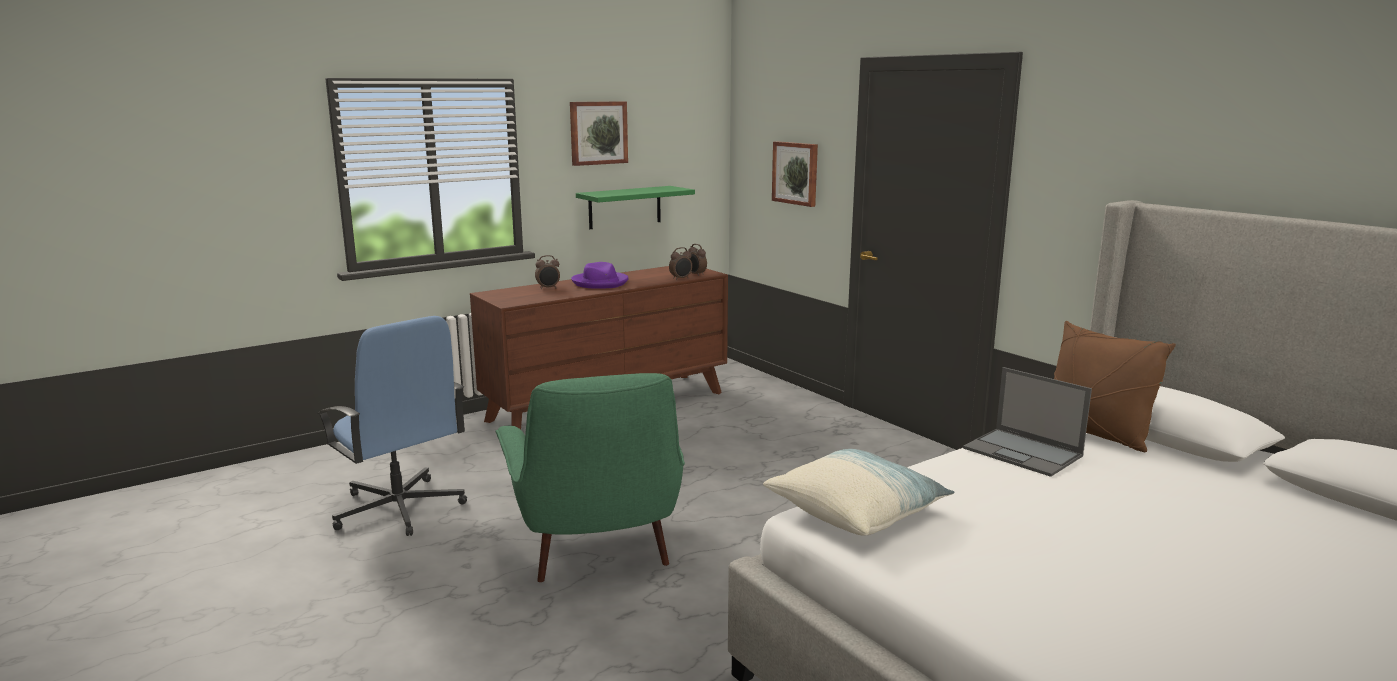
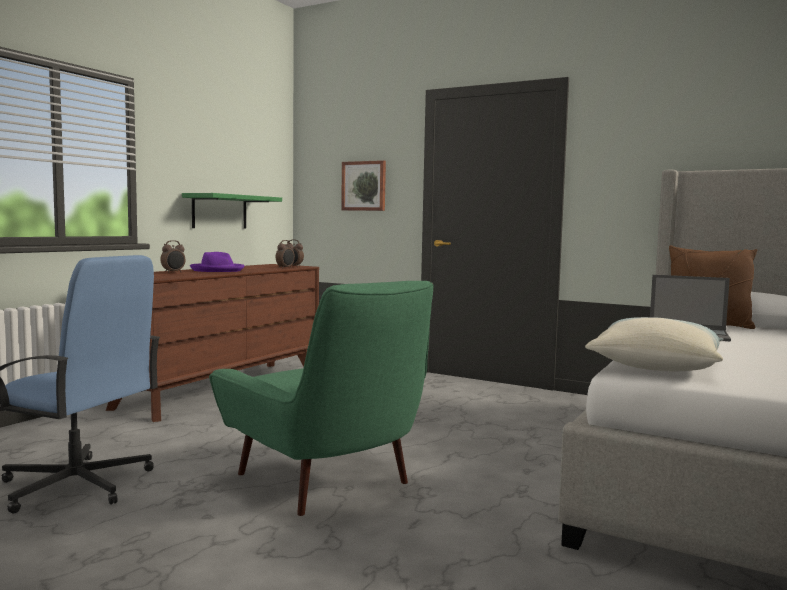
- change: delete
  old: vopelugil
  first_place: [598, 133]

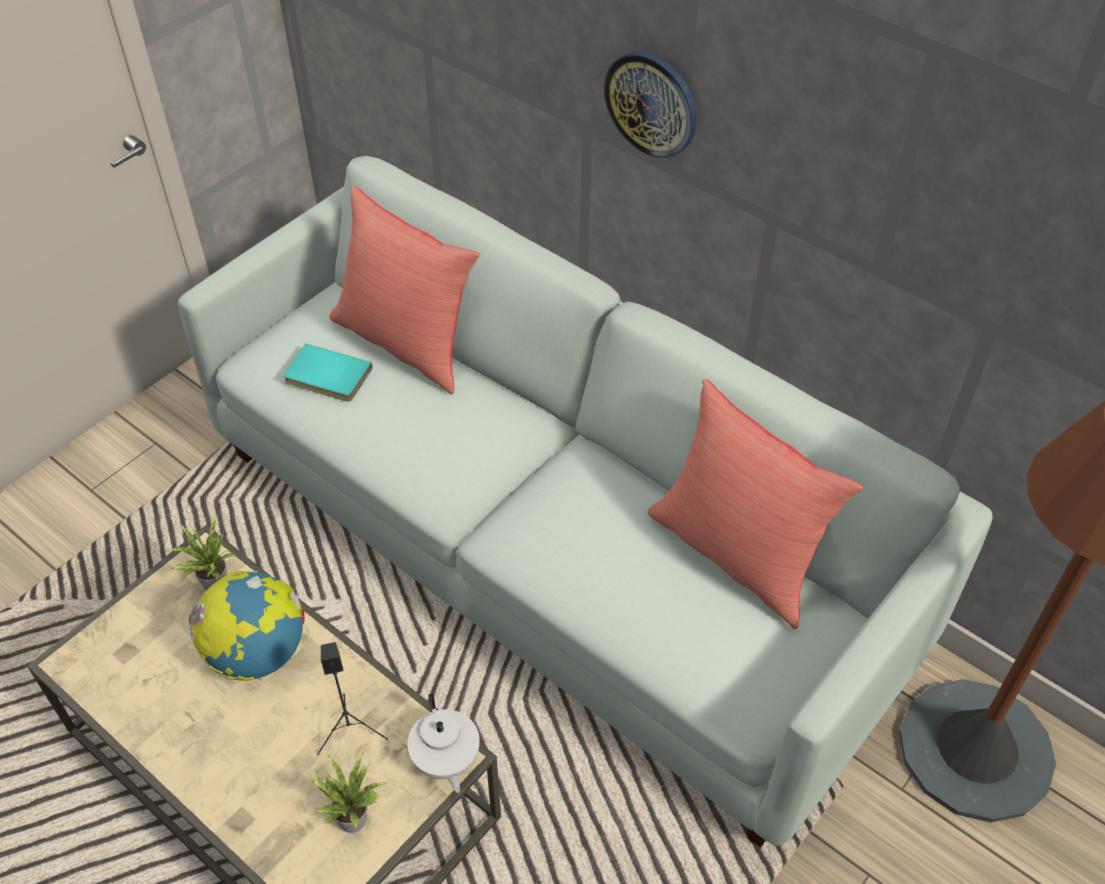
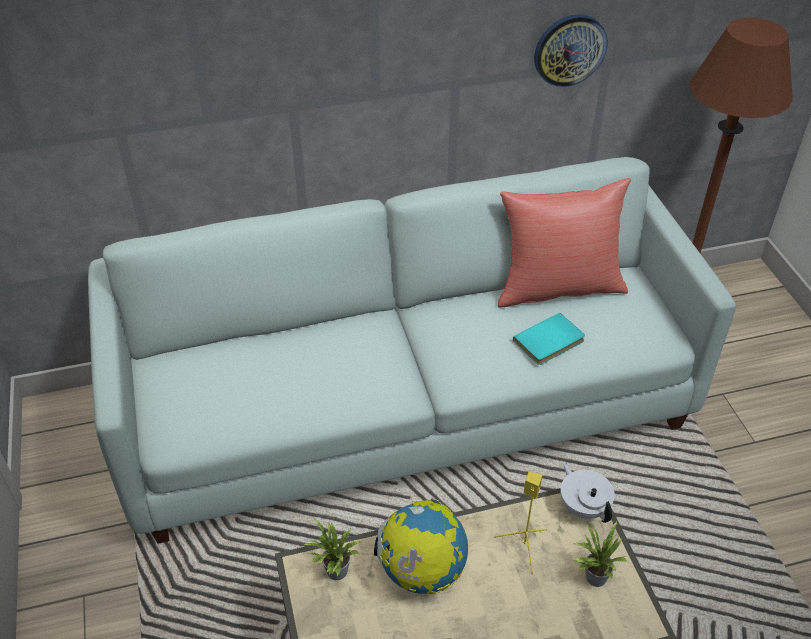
- change: recolor
  old: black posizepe
  new: yellow posizepe
  first_place: [350, 728]
  second_place: [524, 546]
- change: move
  old: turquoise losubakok
  first_place: [327, 377]
  second_place: [550, 342]
- change: move
  old: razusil
  first_place: [652, 103]
  second_place: [569, 50]
- change: rotate
  old: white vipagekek
  first_place: [445, 760]
  second_place: [583, 506]
  degrees: -135
- change: delete
  old: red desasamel
  first_place: [406, 342]

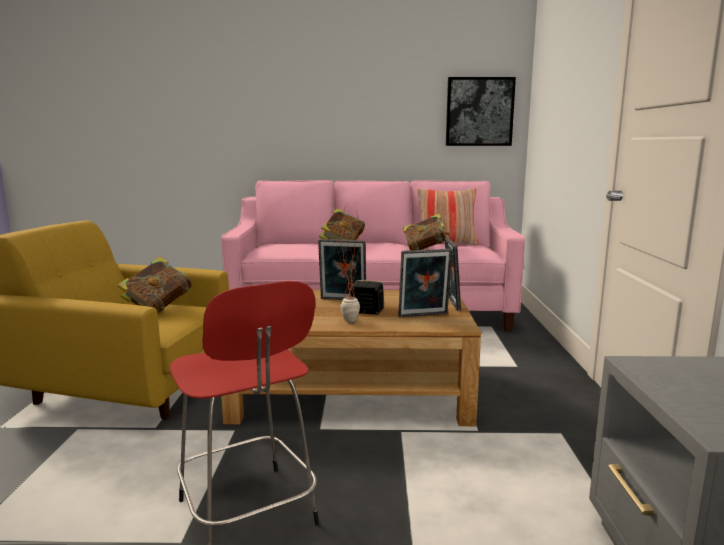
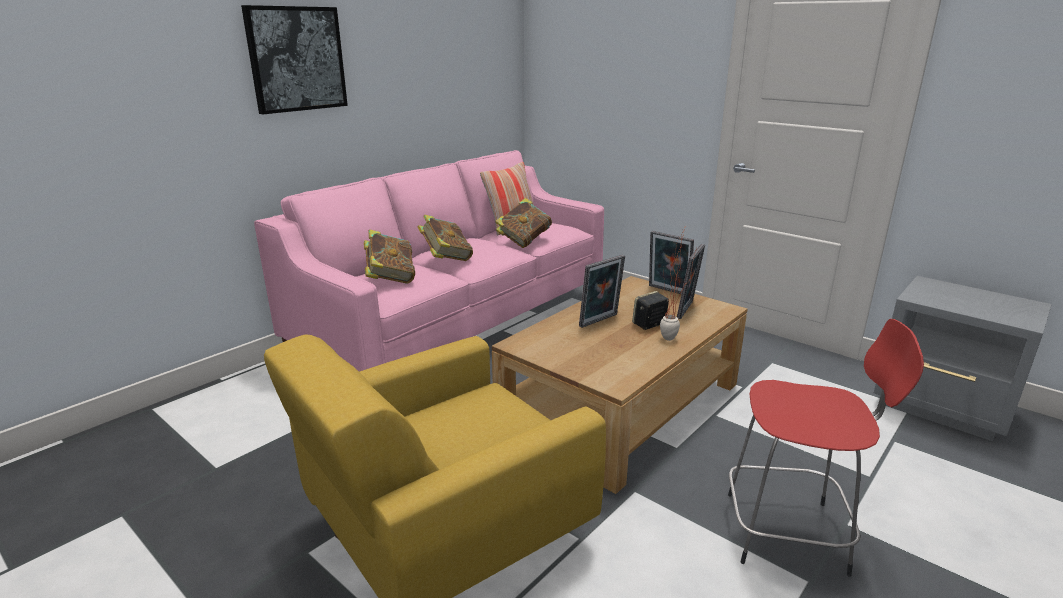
- change: move
  old: vopelugil
  first_place: [479, 112]
  second_place: [296, 59]
- change: move
  old: losubakok
  first_place: [158, 308]
  second_place: [390, 278]

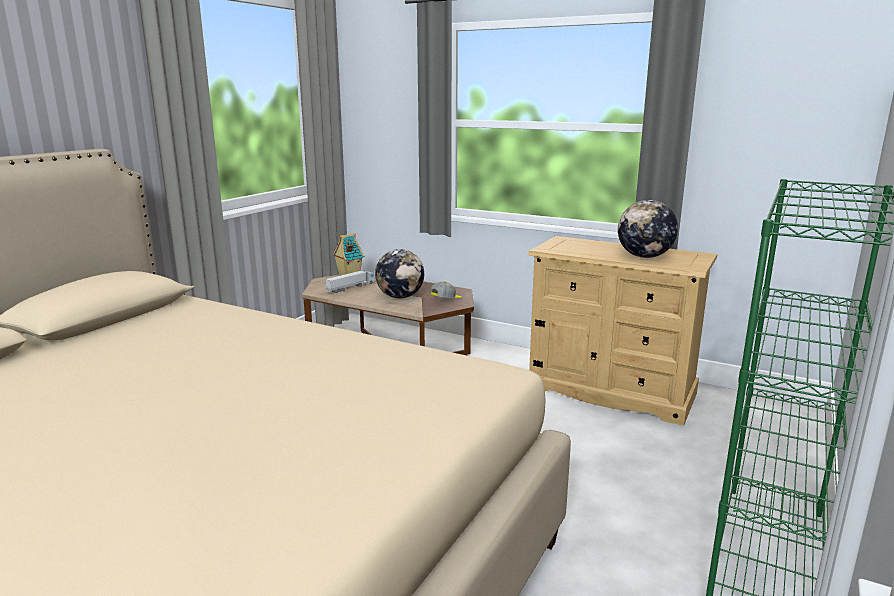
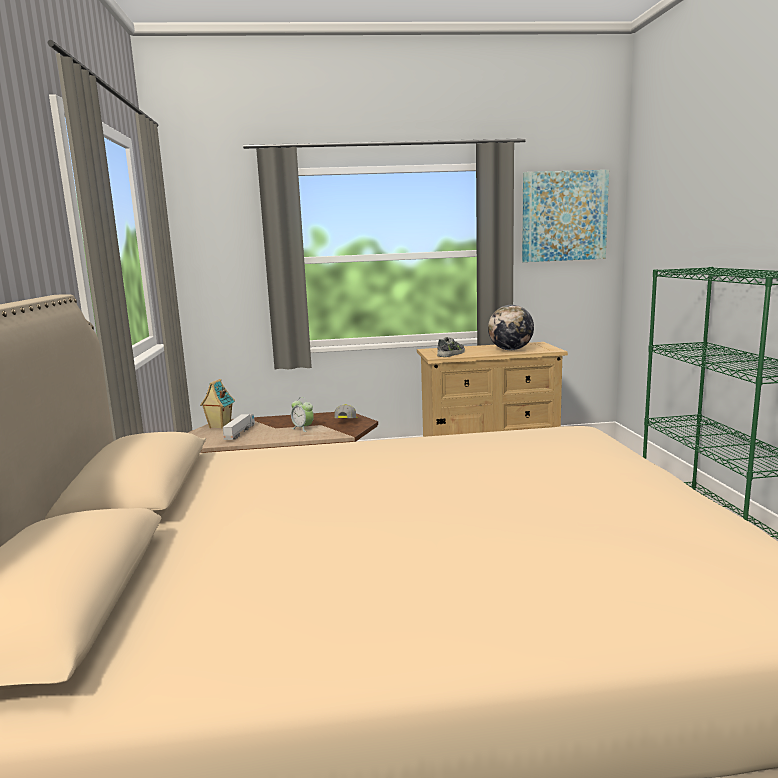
- change: replace
  old: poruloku
  new: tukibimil
  first_place: [400, 297]
  second_place: [303, 428]
- change: insert
  new: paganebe
  second_place: [451, 354]
- change: insert
  new: vopelugil
  second_place: [564, 216]

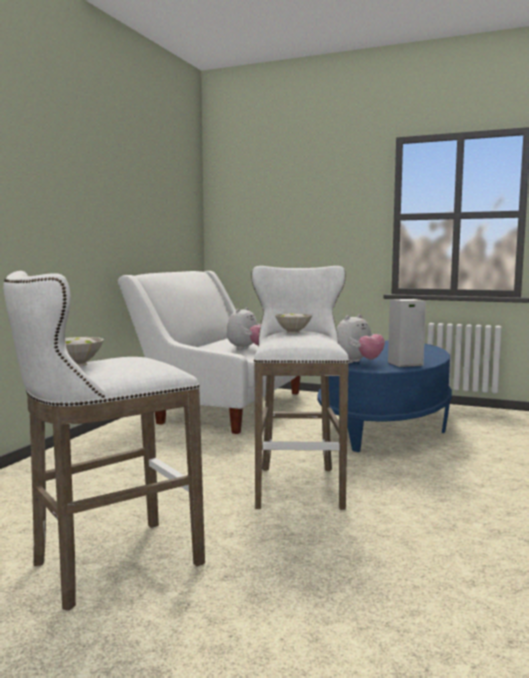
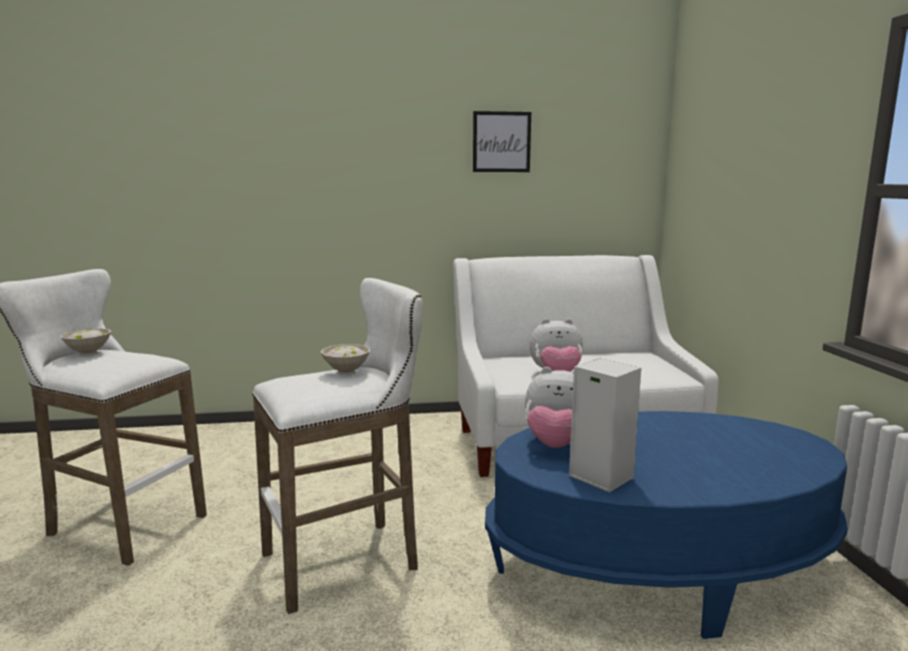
- change: insert
  new: vopelugil
  second_place: [501, 142]

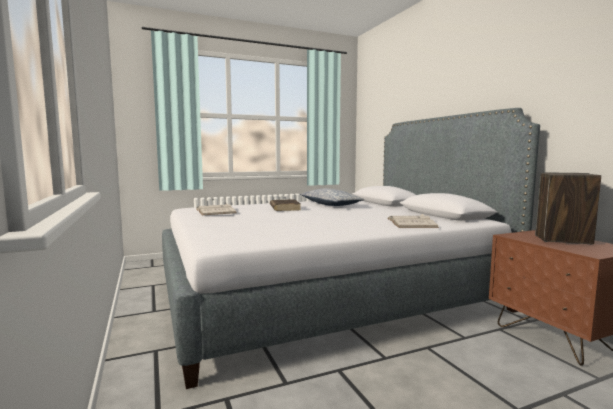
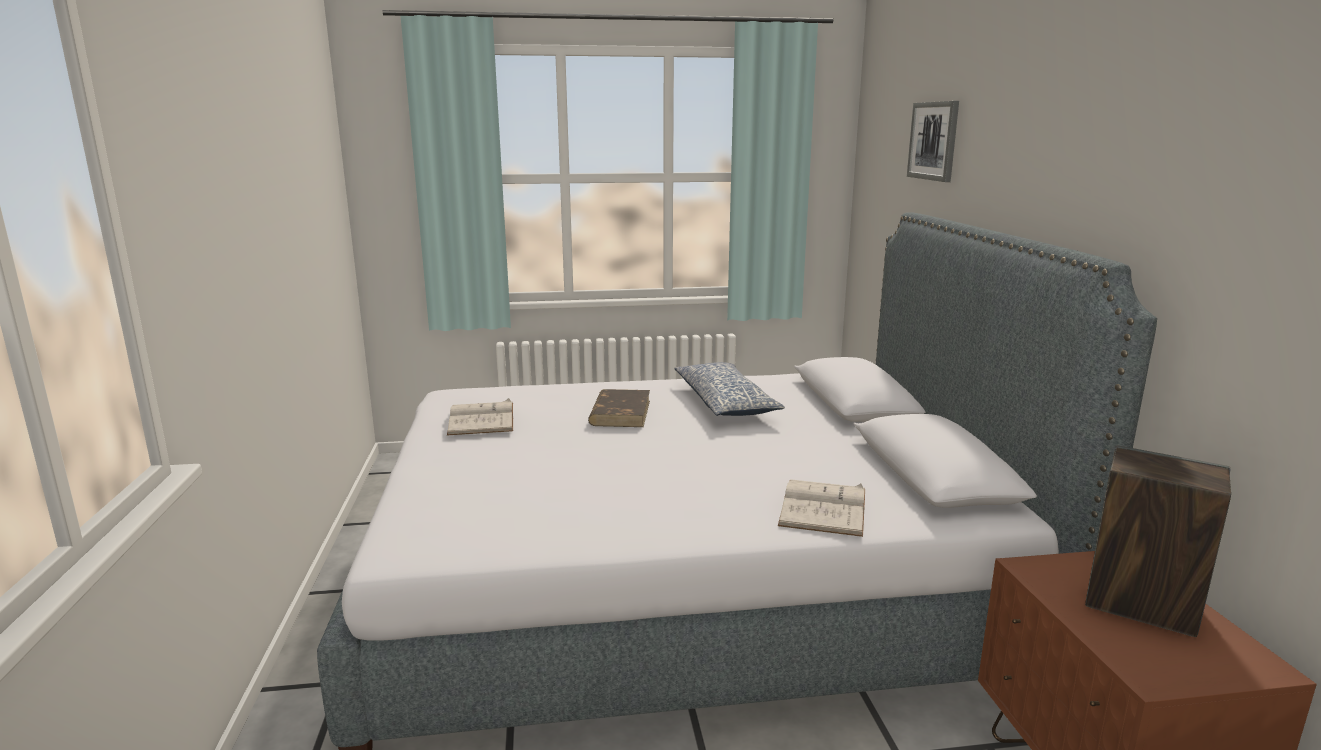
- change: insert
  new: vopelugil
  second_place: [934, 141]

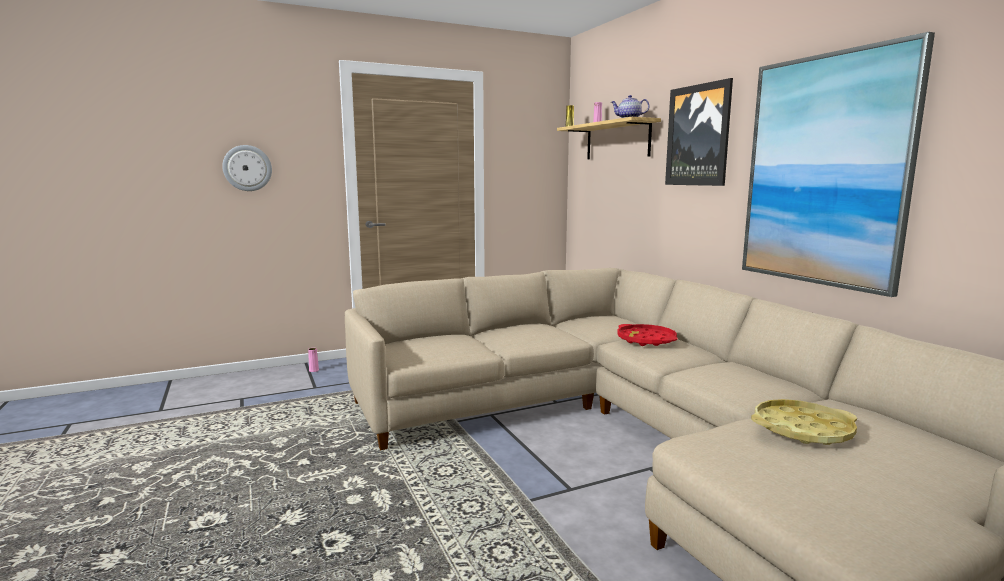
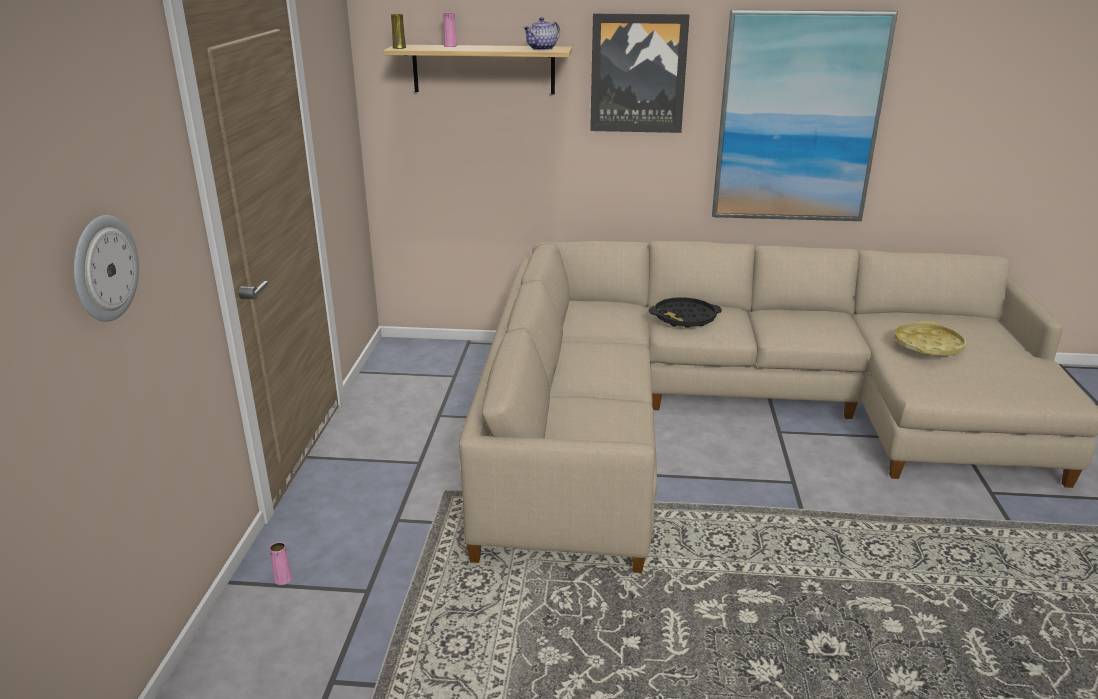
- change: recolor
  old: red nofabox
  new: black nofabox
  first_place: [646, 340]
  second_place: [684, 318]

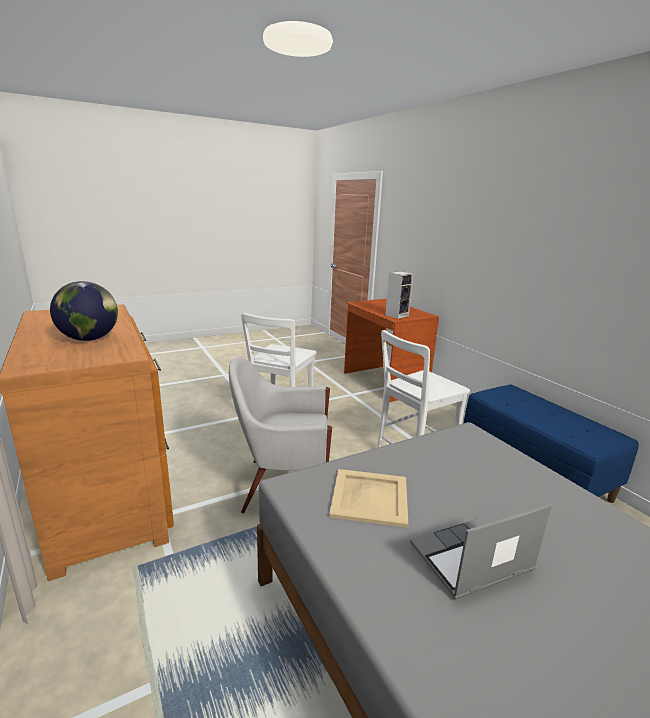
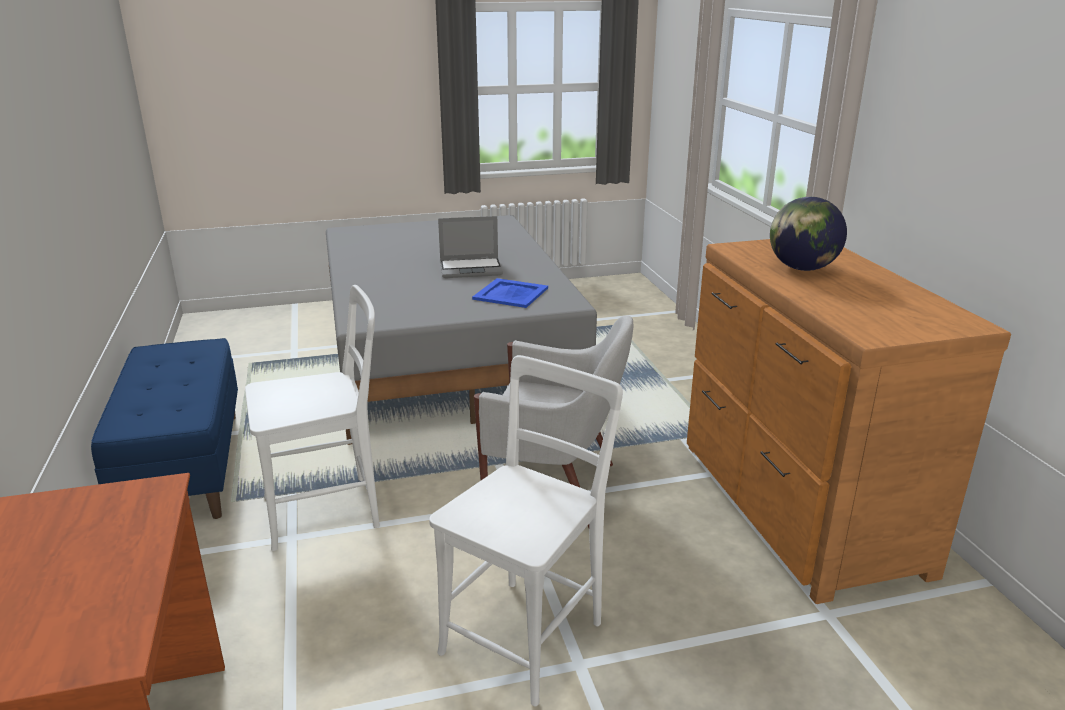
- change: recolor
  old: beige nofabox
  new: blue nofabox
  first_place: [369, 497]
  second_place: [511, 293]
- change: delete
  old: posizepe
  first_place: [397, 315]

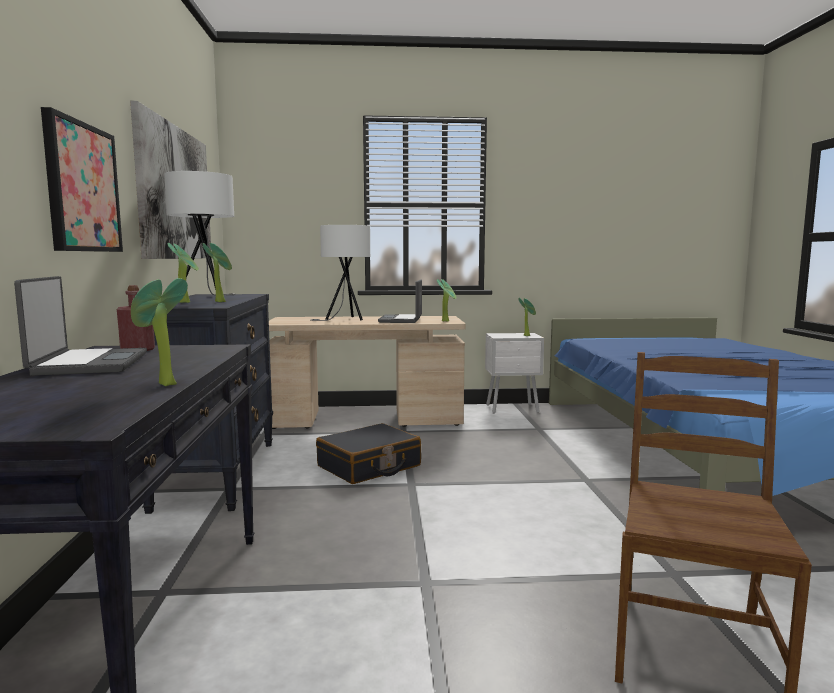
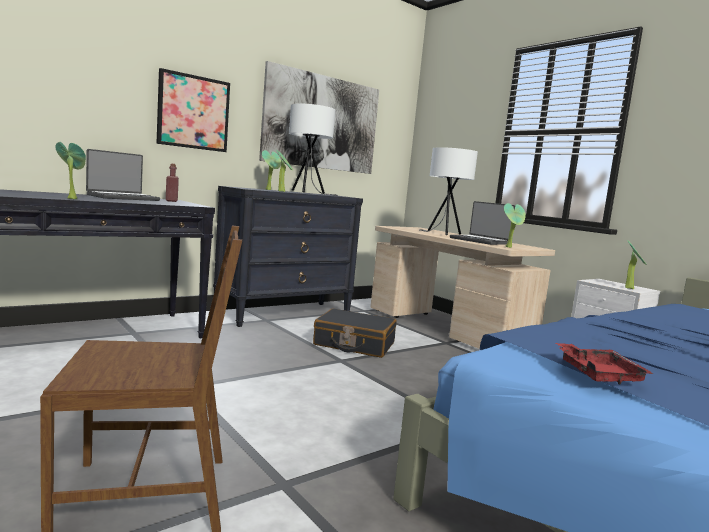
- change: rotate
  old: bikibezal
  first_place: [402, 320]
  second_place: [480, 241]
  degrees: -105
- change: insert
  new: red nofabox
  second_place: [597, 374]

